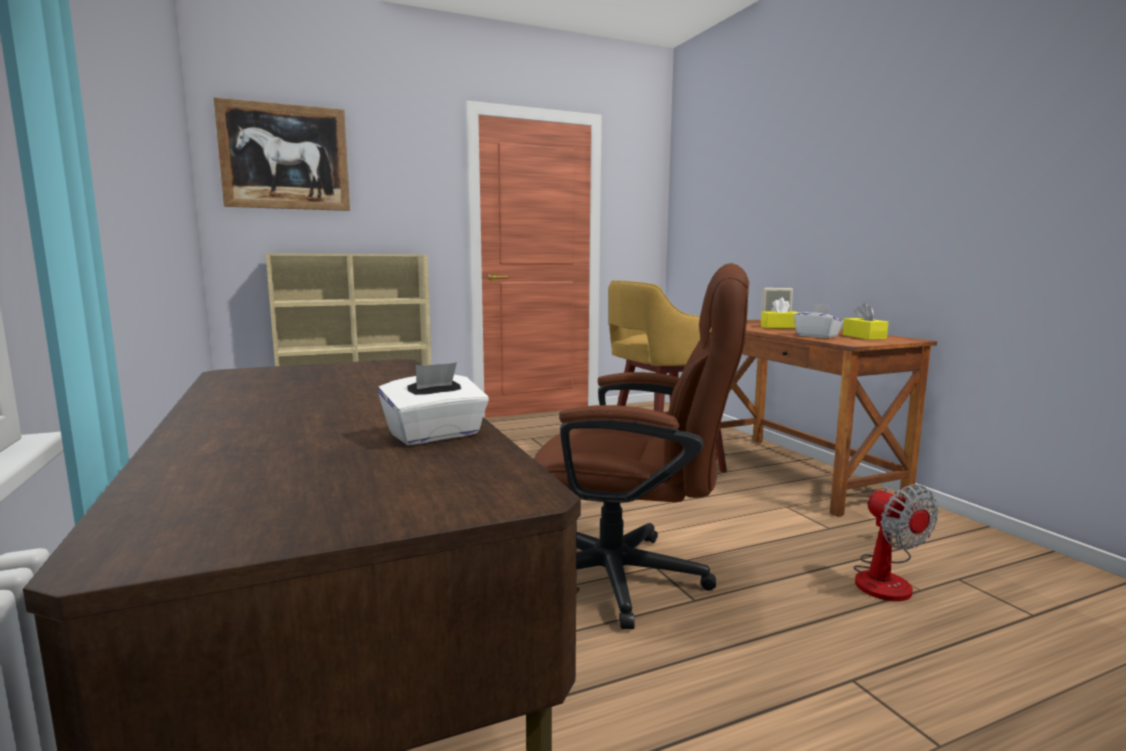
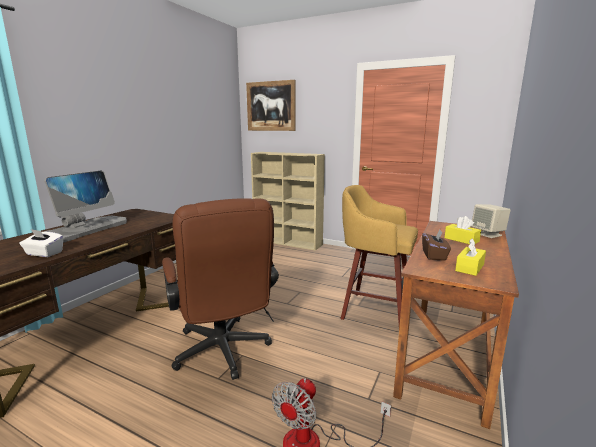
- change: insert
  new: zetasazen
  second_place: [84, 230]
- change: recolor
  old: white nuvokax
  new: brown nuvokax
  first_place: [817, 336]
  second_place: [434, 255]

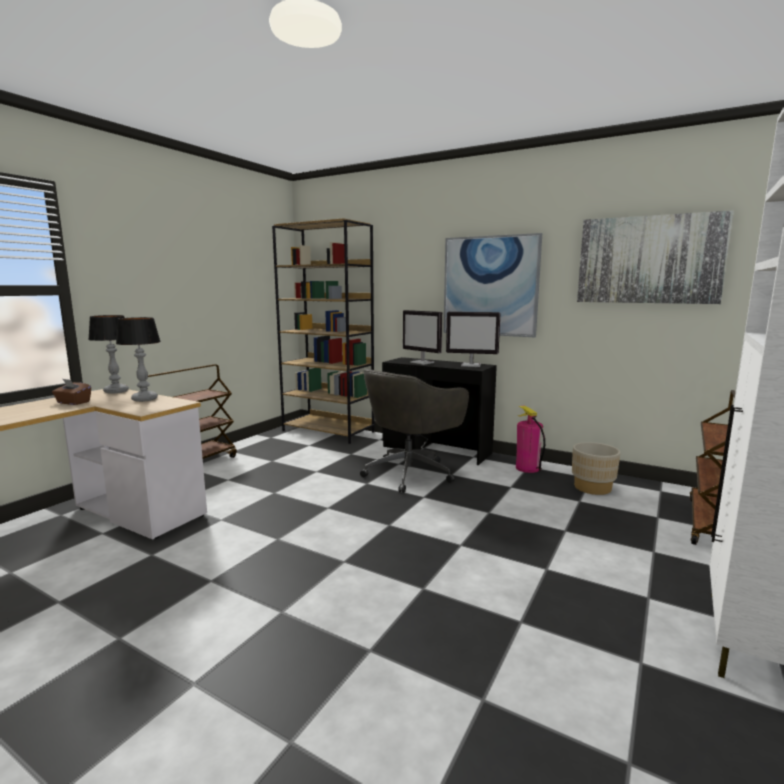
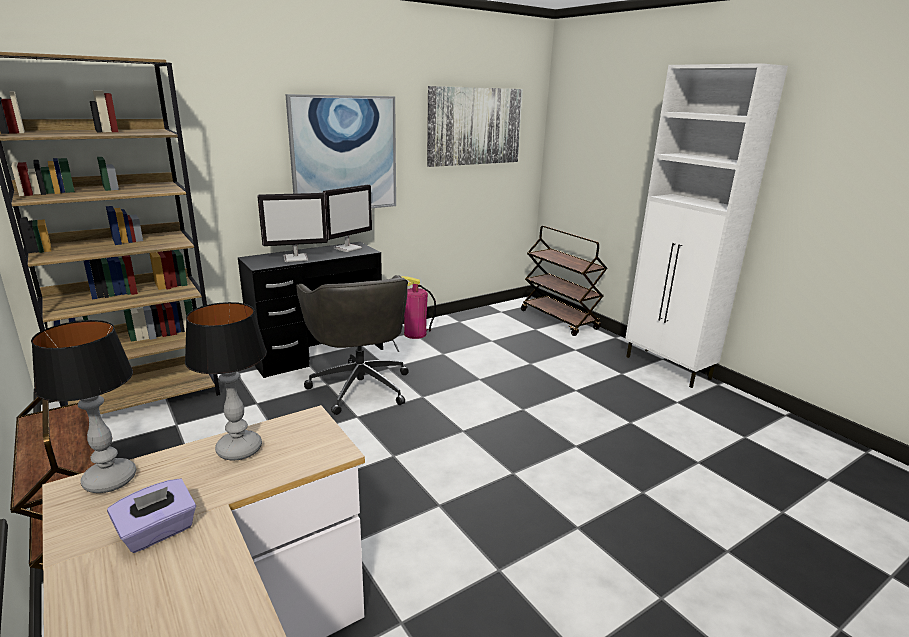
- change: recolor
  old: brown nuvokax
  new: purple nuvokax
  first_place: [73, 402]
  second_place: [158, 532]
- change: delete
  old: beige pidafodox
  first_place: [592, 488]

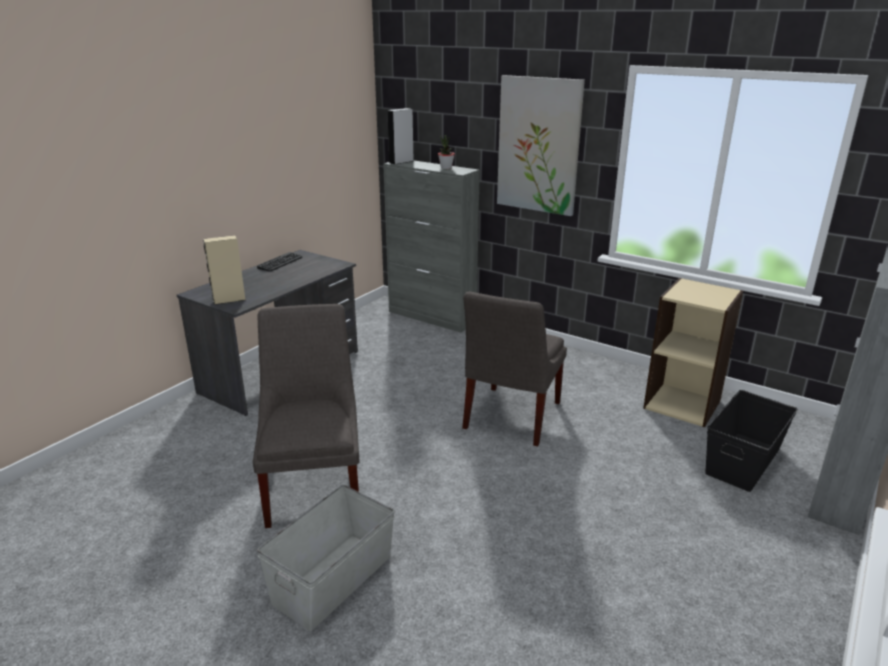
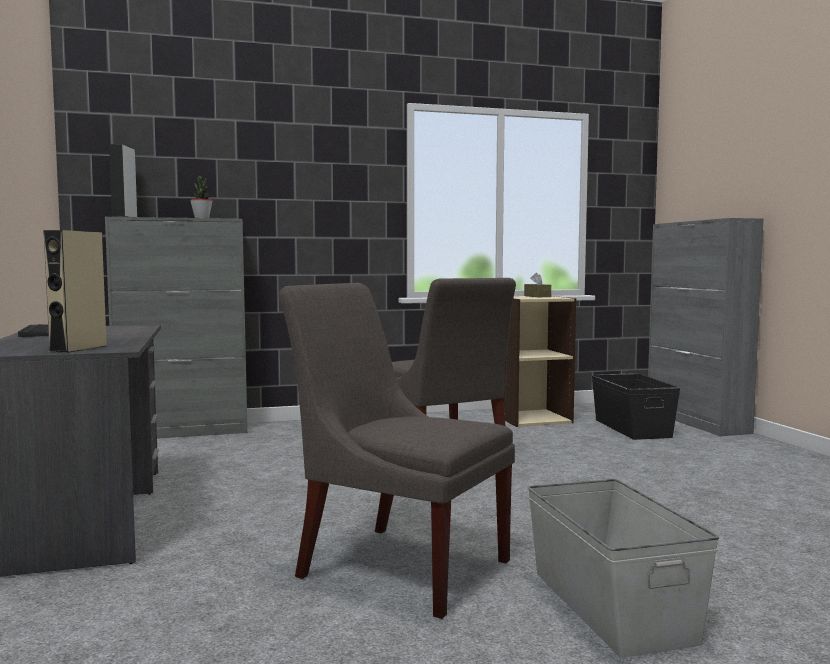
- change: insert
  new: brown nuvokax
  second_place: [537, 296]
- change: delete
  old: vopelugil
  first_place: [538, 145]

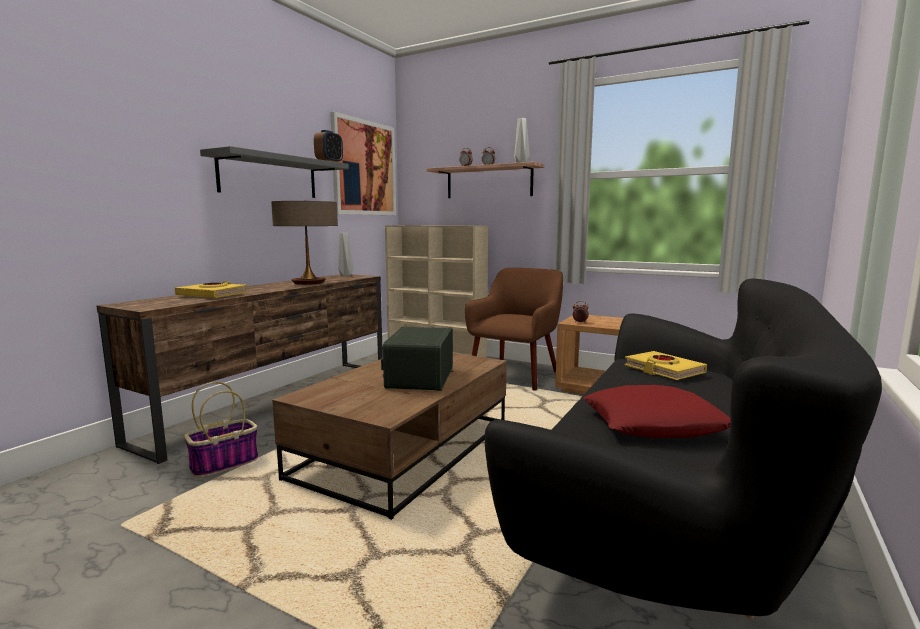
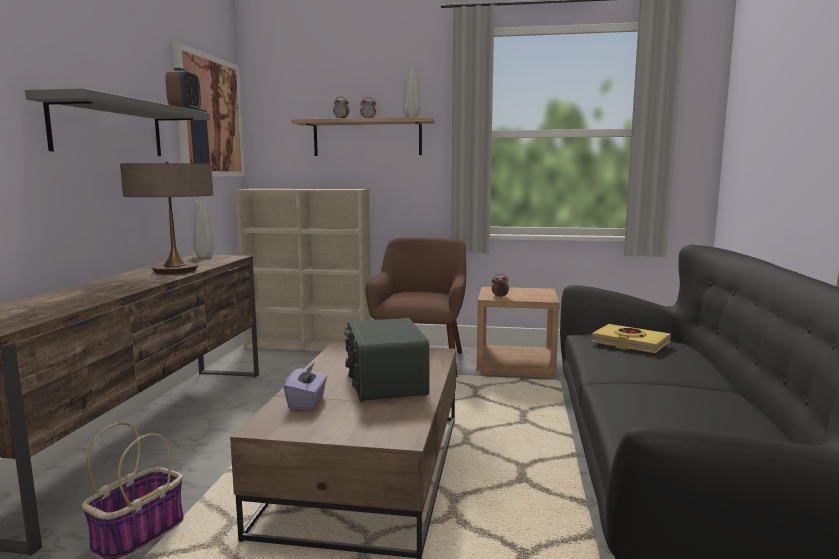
- change: insert
  new: purple nuvokax
  second_place: [307, 402]
- change: delete
  old: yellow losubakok
  first_place: [212, 295]
- change: delete
  old: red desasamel
  first_place: [653, 424]

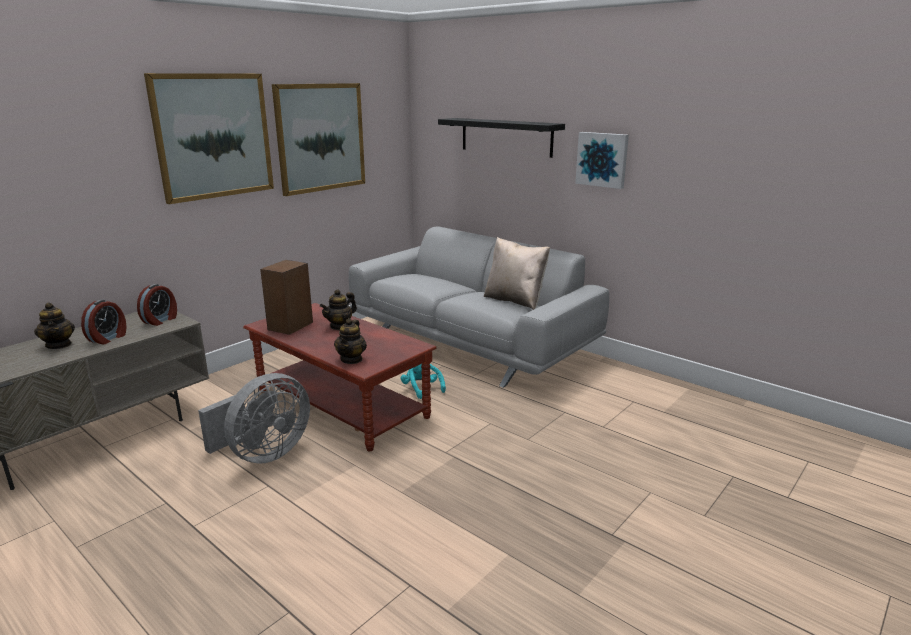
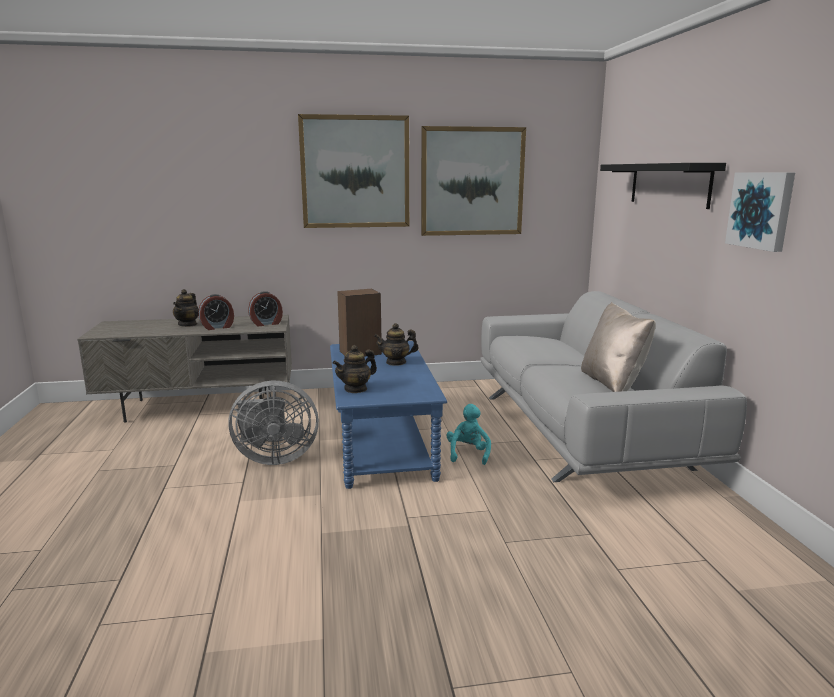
- change: recolor
  old: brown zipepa
  new: blue zipepa
  first_place: [341, 404]
  second_place: [382, 442]

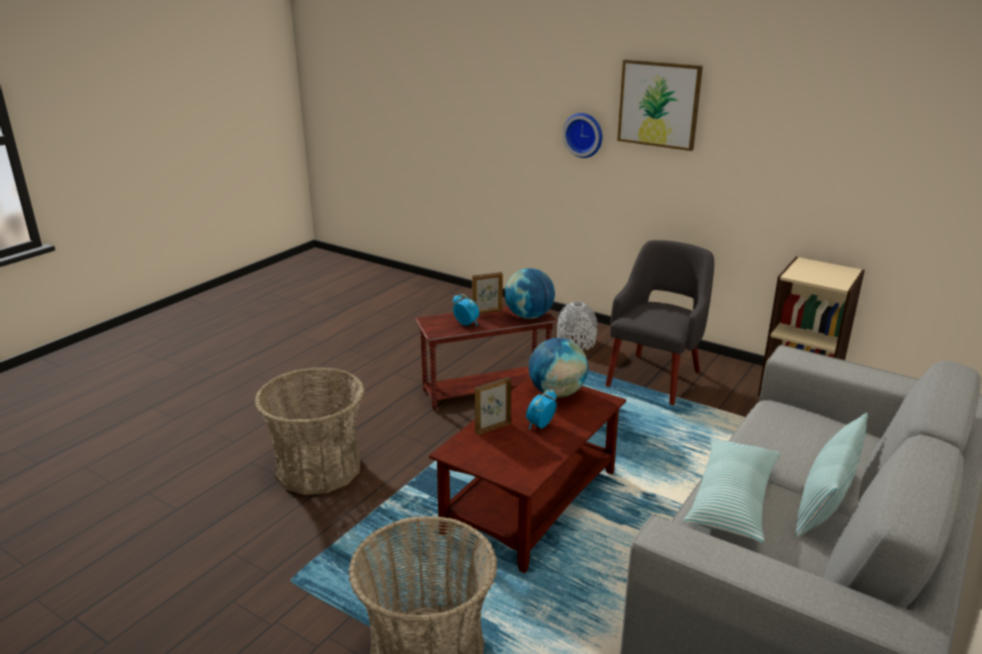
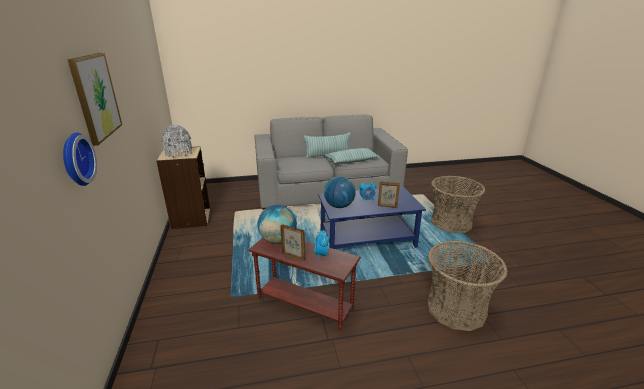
- change: move
  old: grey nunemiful
  first_place: [576, 342]
  second_place: [179, 153]
- change: recolor
  old: brown zipepa
  new: blue zipepa
  first_place: [530, 503]
  second_place: [367, 239]
- change: delete
  old: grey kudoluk
  first_place: [654, 378]

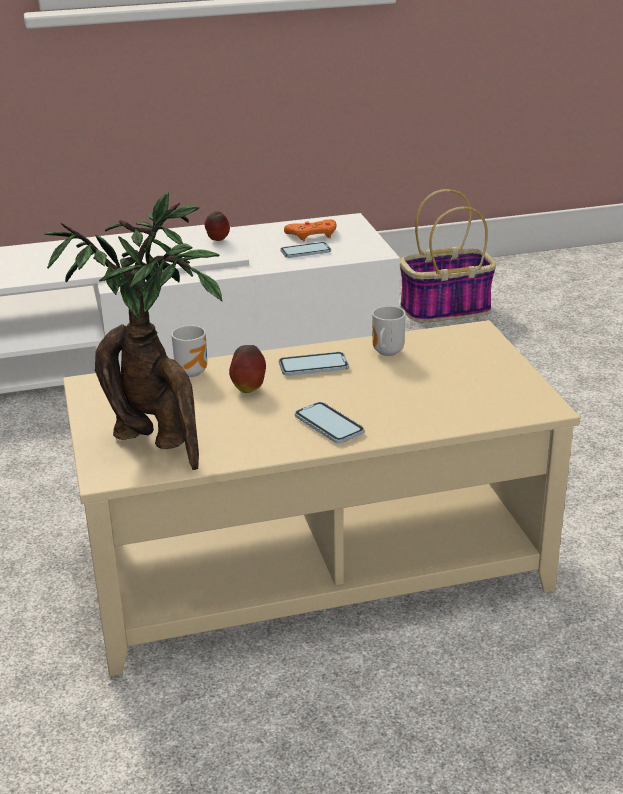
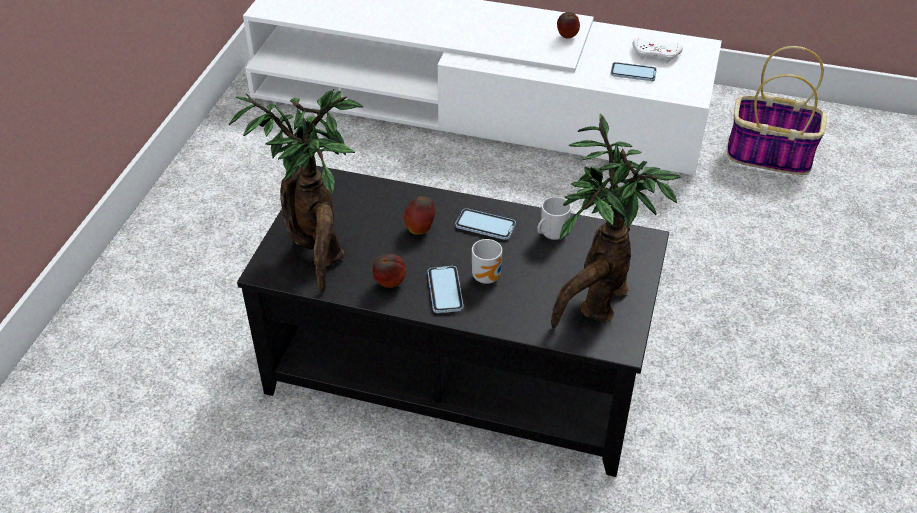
- change: recolor
  old: beige zipepa
  new: black zipepa
  first_place: [315, 568]
  second_place: [456, 371]
- change: insert
  new: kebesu
  second_place: [389, 284]
- change: move
  old: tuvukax
  first_place: [193, 371]
  second_place: [488, 277]
- change: insert
  new: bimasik
  second_place: [595, 305]
- change: recolor
  old: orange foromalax
  new: white foromalax
  first_place: [312, 235]
  second_place: [656, 54]

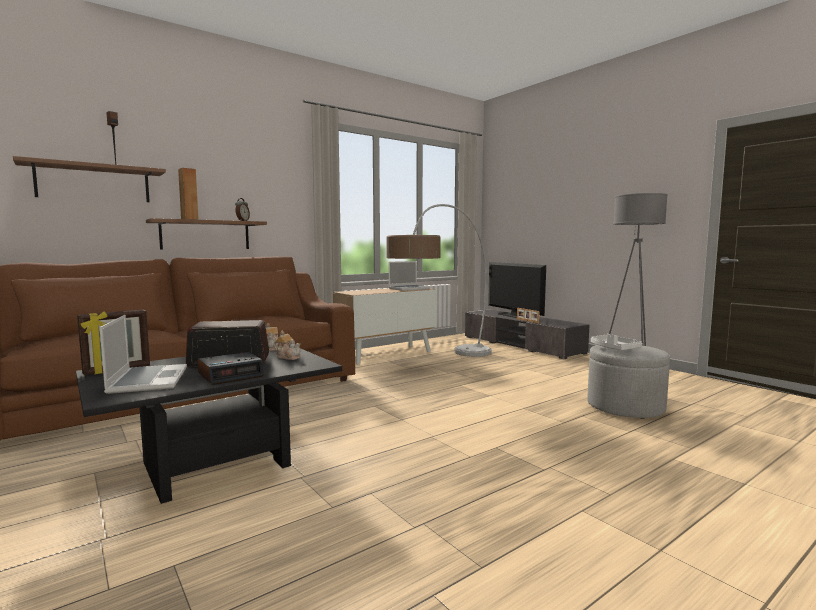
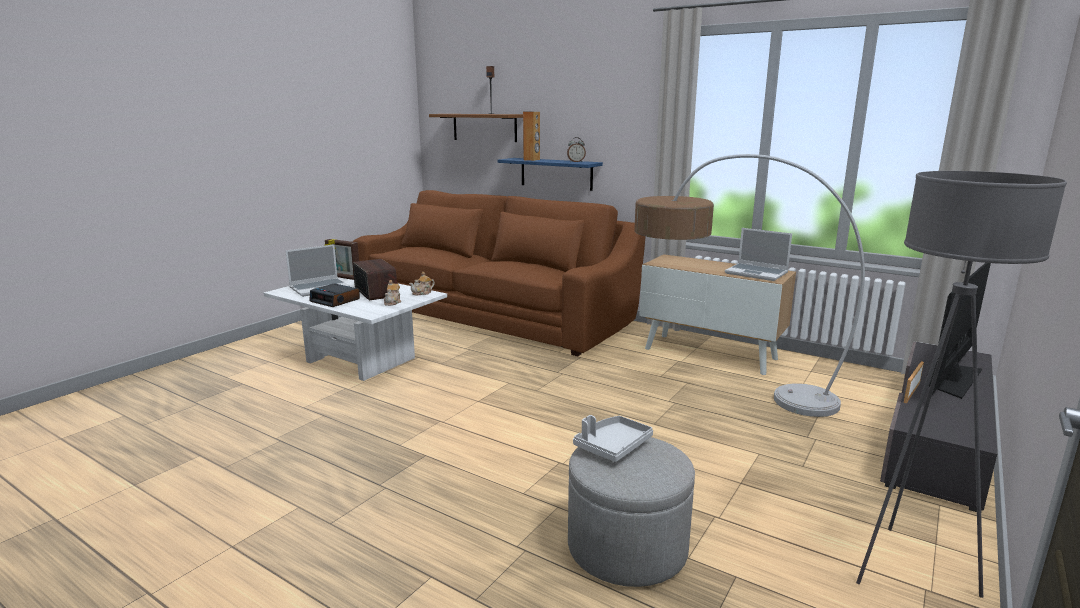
- change: recolor
  old: black zipepa
  new: white zipepa
  first_place: [216, 464]
  second_place: [361, 360]
- change: recolor
  old: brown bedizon
  new: blue bedizon
  first_place: [205, 235]
  second_place: [556, 173]

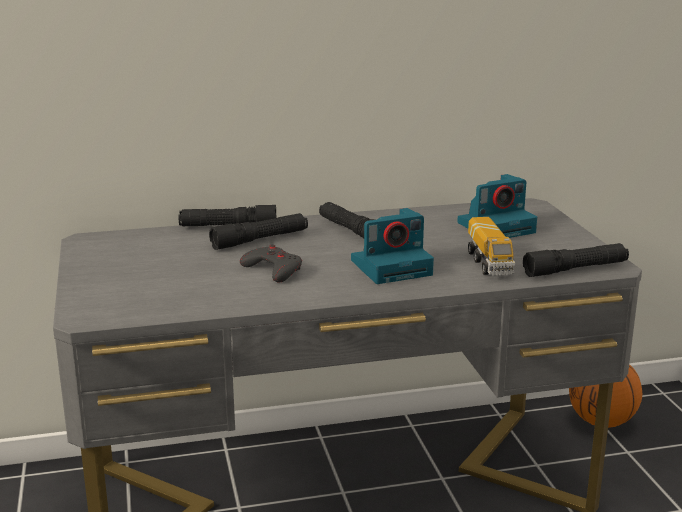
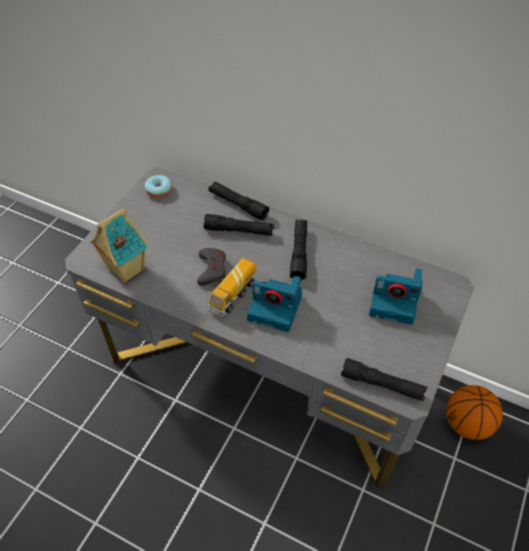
- change: insert
  new: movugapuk
  second_place: [125, 270]
- change: insert
  new: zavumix
  second_place: [159, 190]
- change: move
  old: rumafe
  first_place: [489, 264]
  second_place: [232, 295]

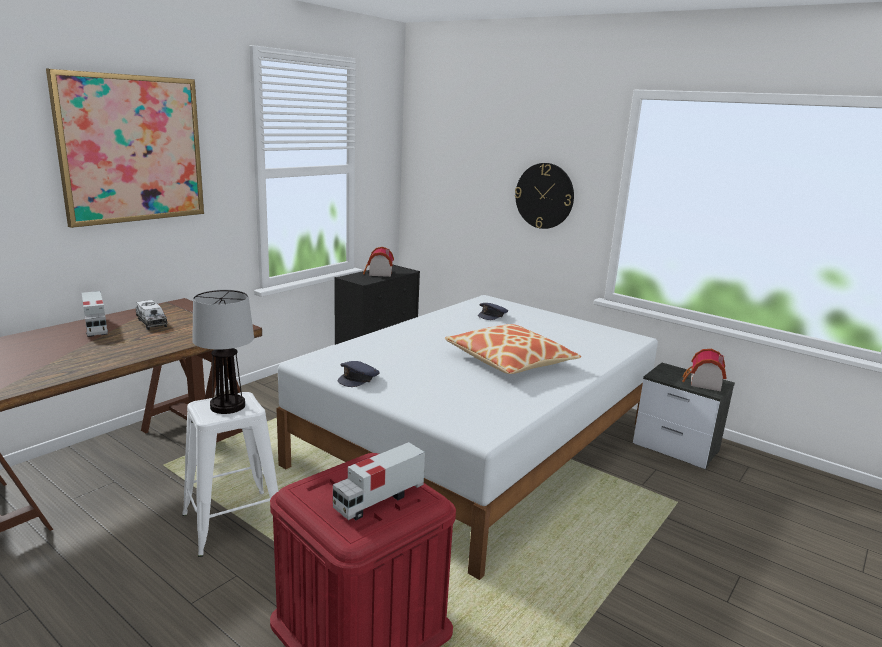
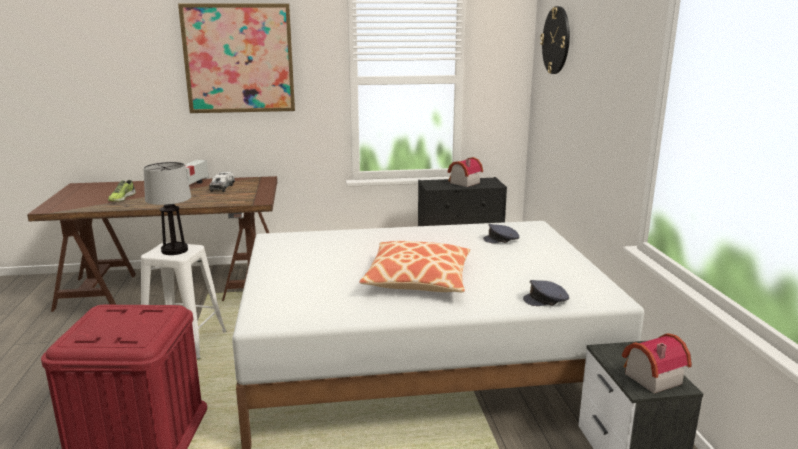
- change: insert
  new: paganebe
  second_place: [121, 198]
- change: move
  old: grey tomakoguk
  first_place: [359, 379]
  second_place: [546, 300]
- change: move
  old: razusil
  first_place: [544, 196]
  second_place: [556, 40]
- change: delete
  old: rumafe
  first_place: [378, 499]

